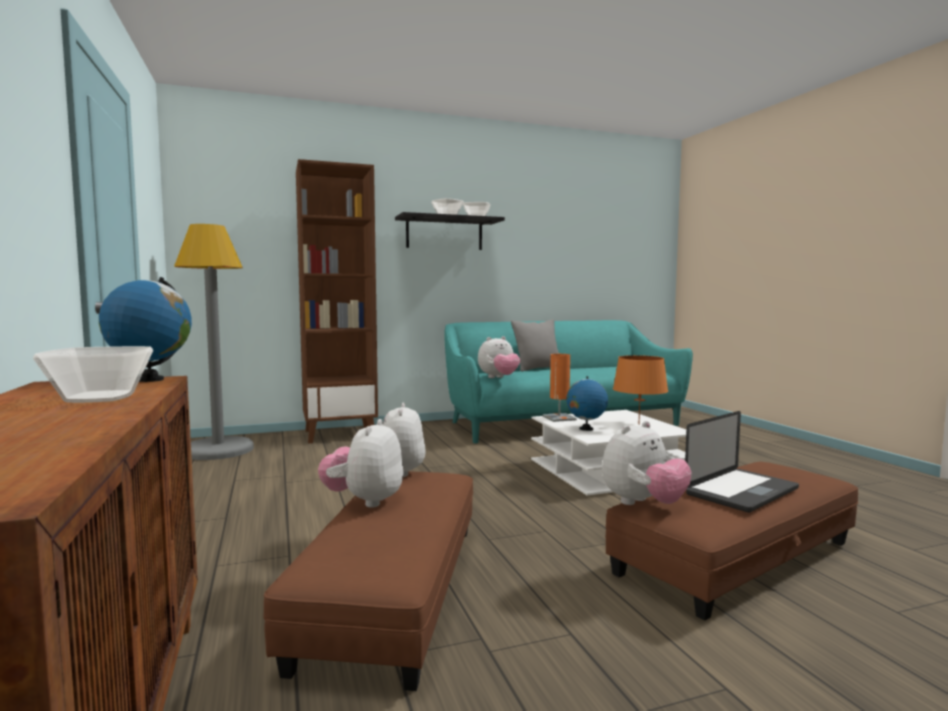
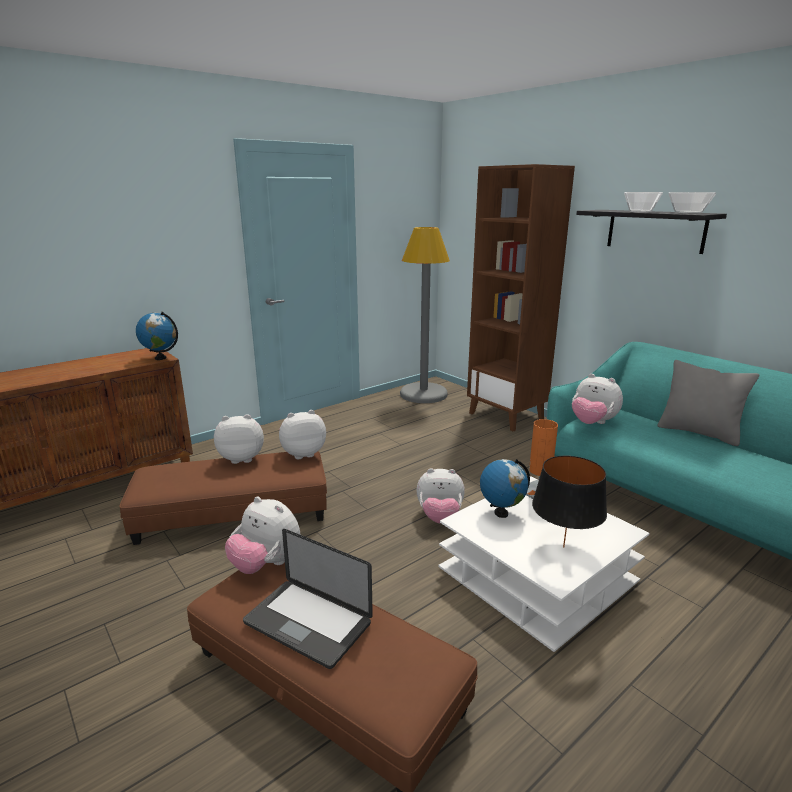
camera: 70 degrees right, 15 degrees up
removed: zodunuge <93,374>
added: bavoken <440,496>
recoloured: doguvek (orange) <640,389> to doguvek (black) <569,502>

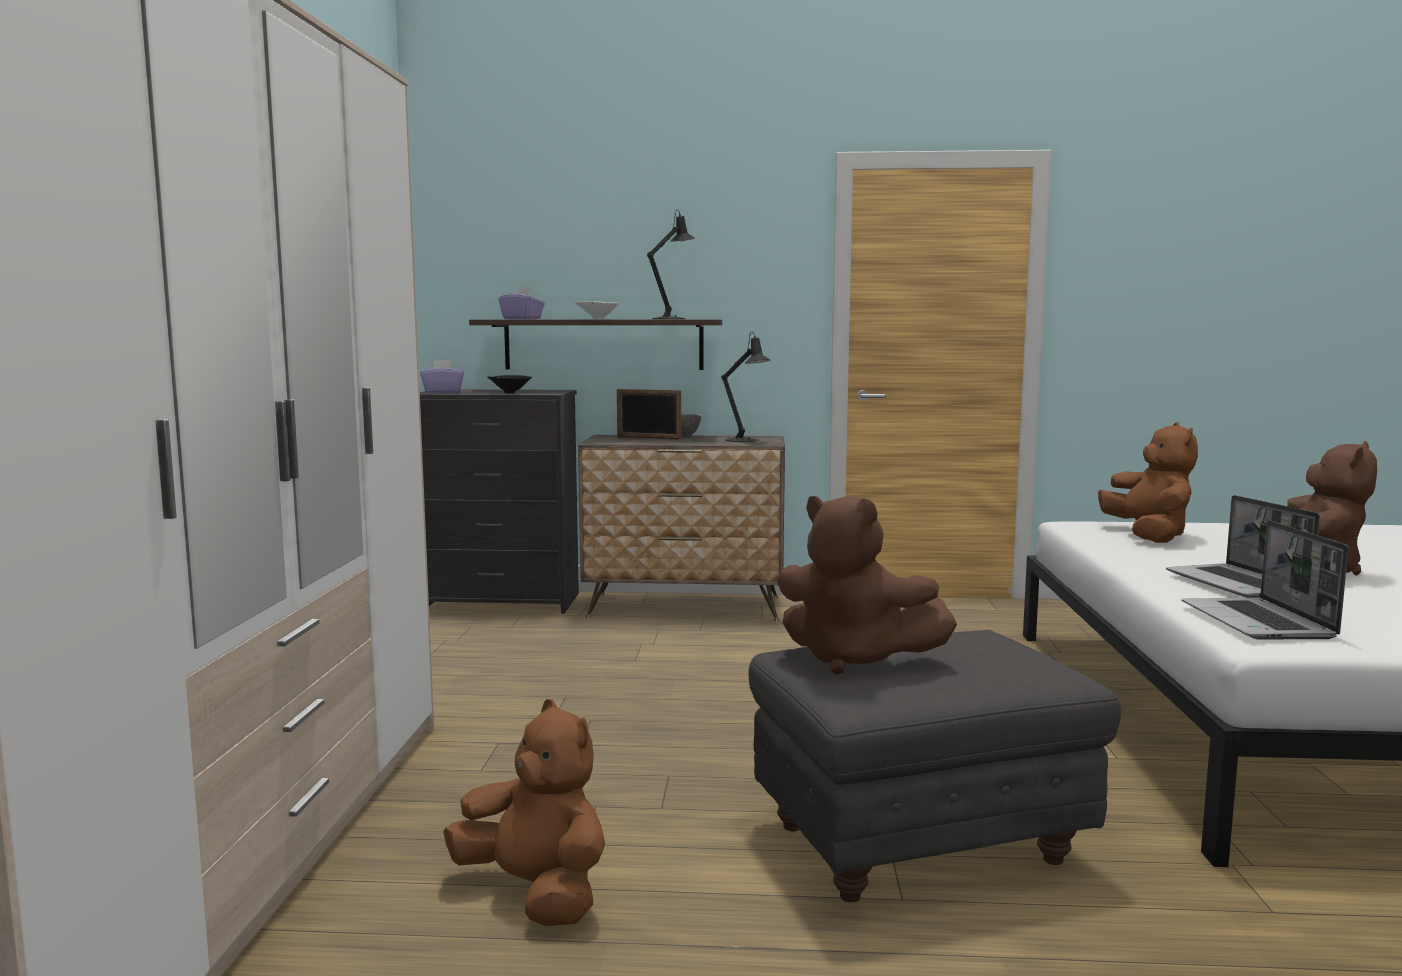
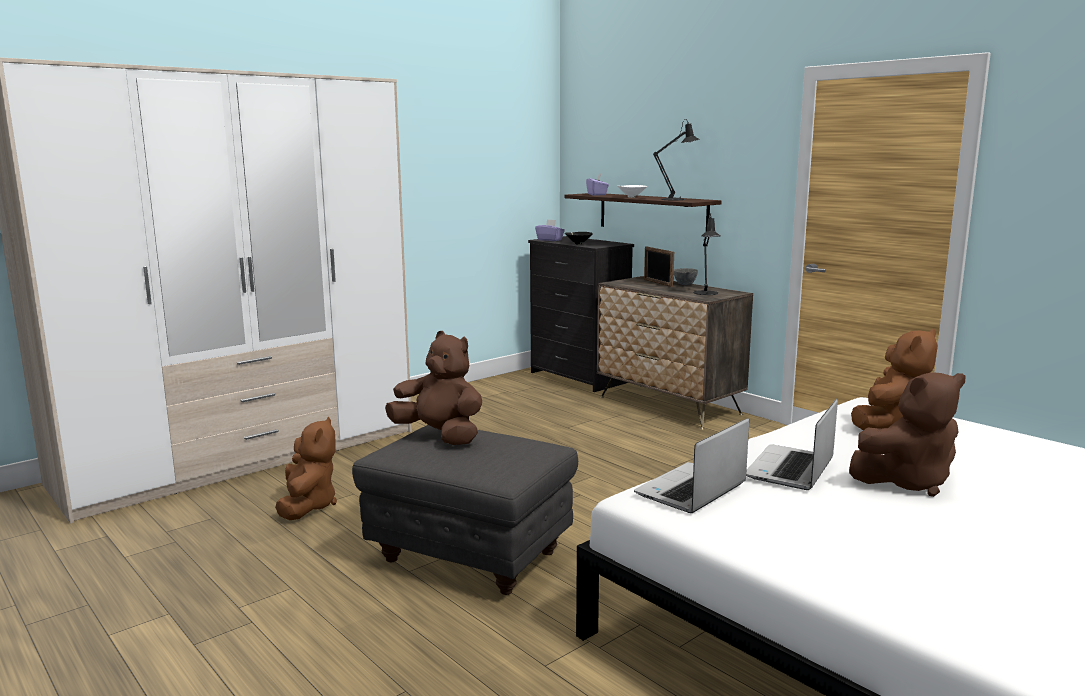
camera: 45 degrees right, 5 degrees up
turned: bavoken (brown) <867,585> = <433,388> 135 degrees clockwise

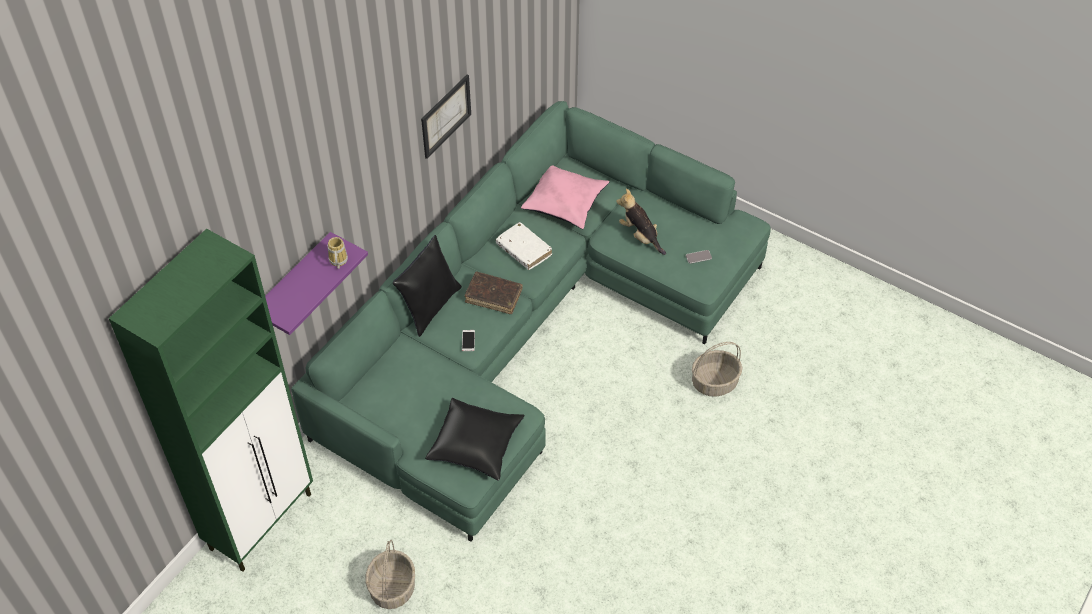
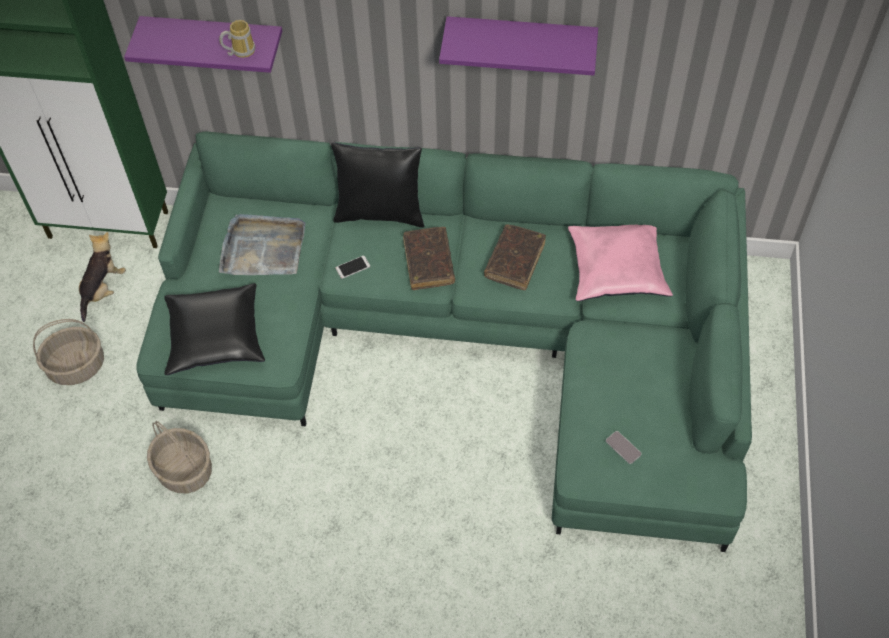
camera: 65 degrees right, 5 degrees up
added: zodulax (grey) <262,244>
moved: bavoken <641,221> to <102,277>; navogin <717,369> to <179,457>
replaced: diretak <446,117> to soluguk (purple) <518,46>
recoloured: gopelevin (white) <524,246> to gopelevin (brown) <515,257>

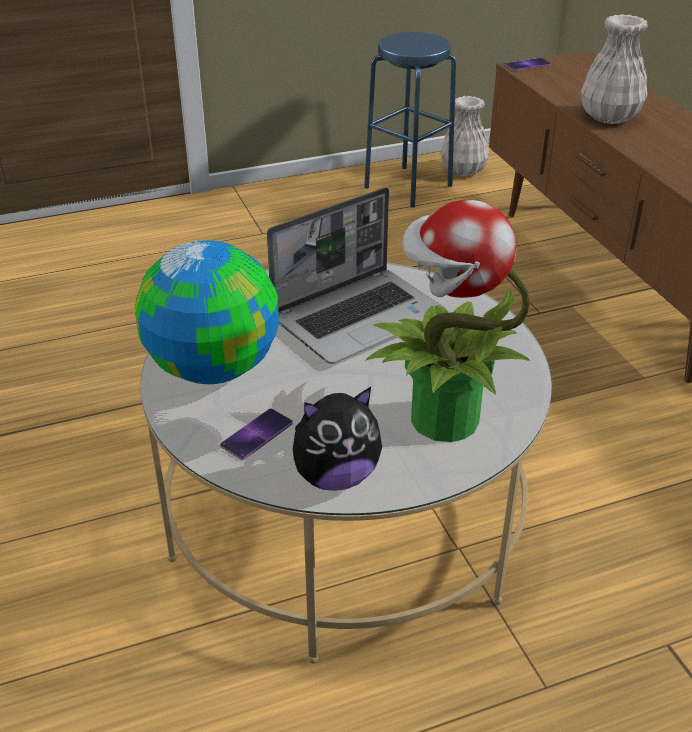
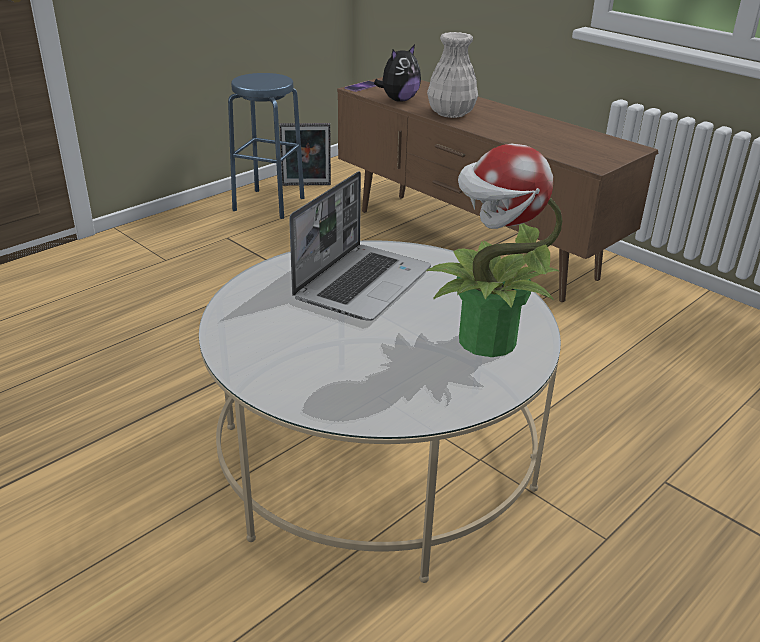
camera: 25 degrees left, 5 degrees down
removed: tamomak <206,312>; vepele <256,434>
moved: bavoken <337,439> to <397,73>
replaced: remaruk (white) <464,136> to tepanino <305,154>

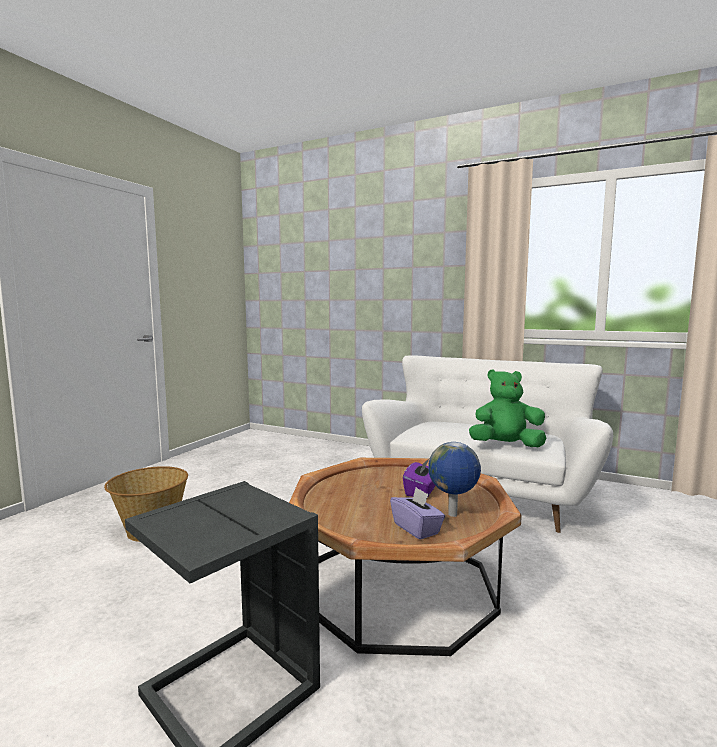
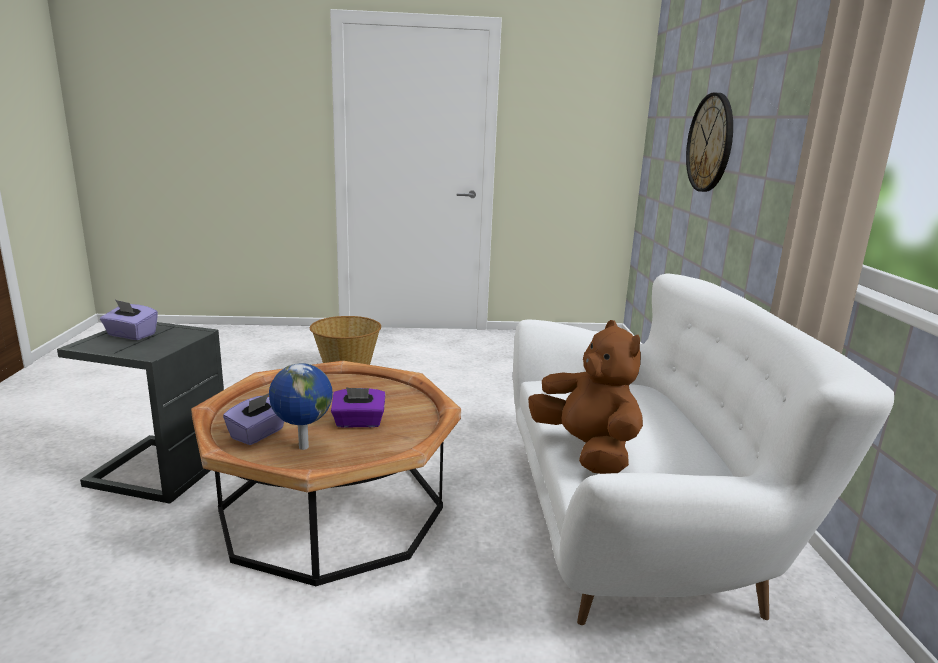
camera: 60 degrees right, 10 degrees up
added: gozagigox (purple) <129,320>; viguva <709,142>
recoloured: bavoken (green) <507,408> to bavoken (brown) <585,397>

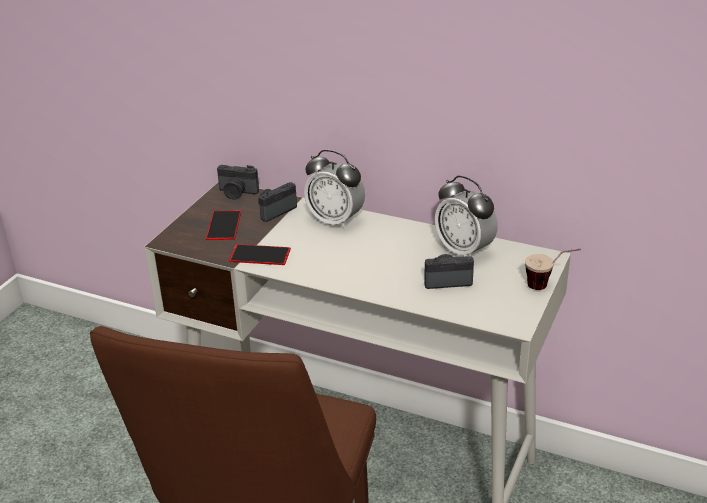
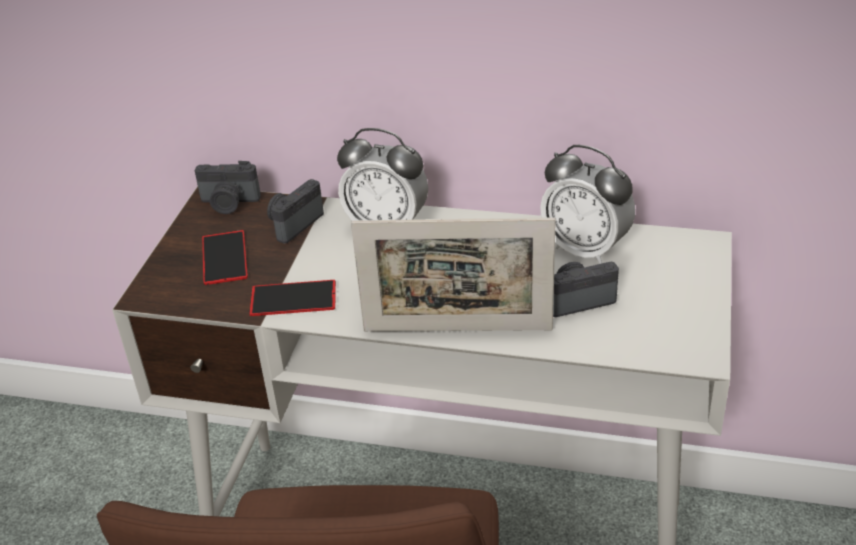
camera: 10 degrees left, 5 degrees up
removed: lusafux <553,269>
added: tepanino <453,274>

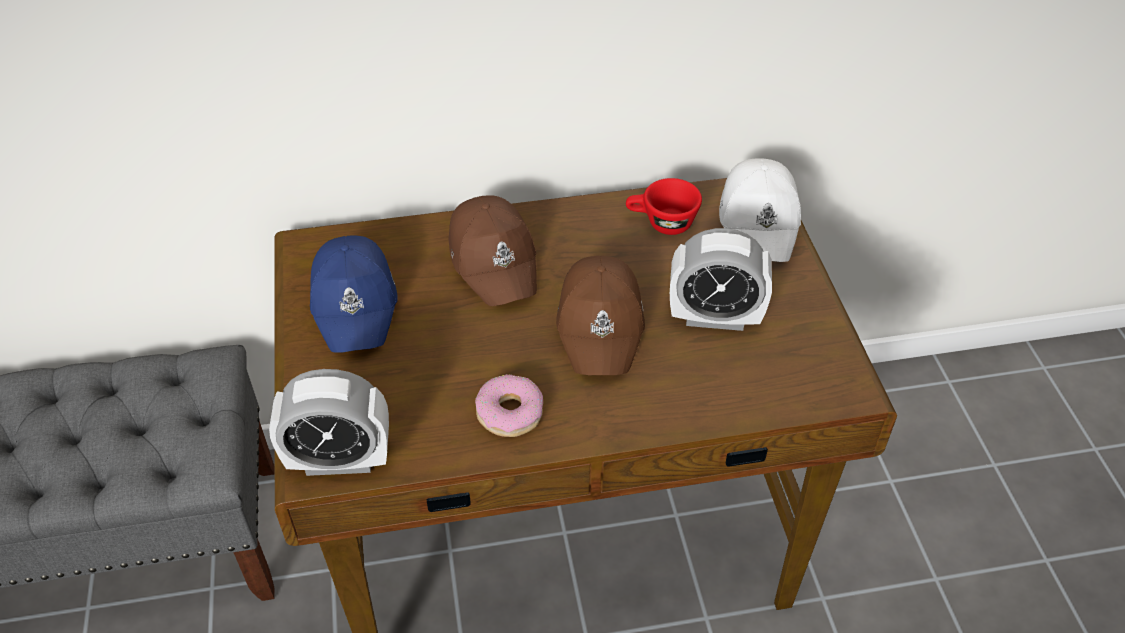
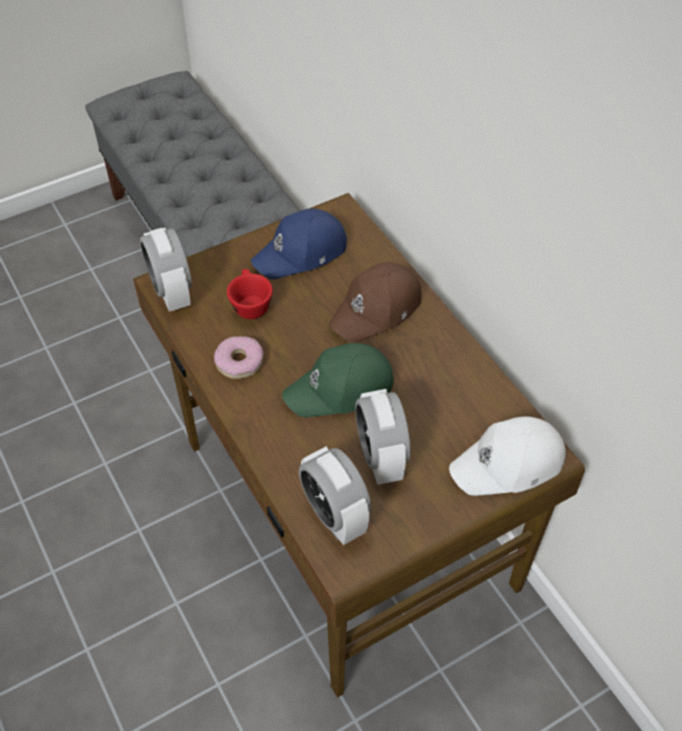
camera: 70 degrees right, 5 degrees up
added: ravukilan <335,496>
moved: lusafux (red) <664,206> to <250,294>
recoloured: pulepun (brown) <600,315> to pulepun (green) <338,380>

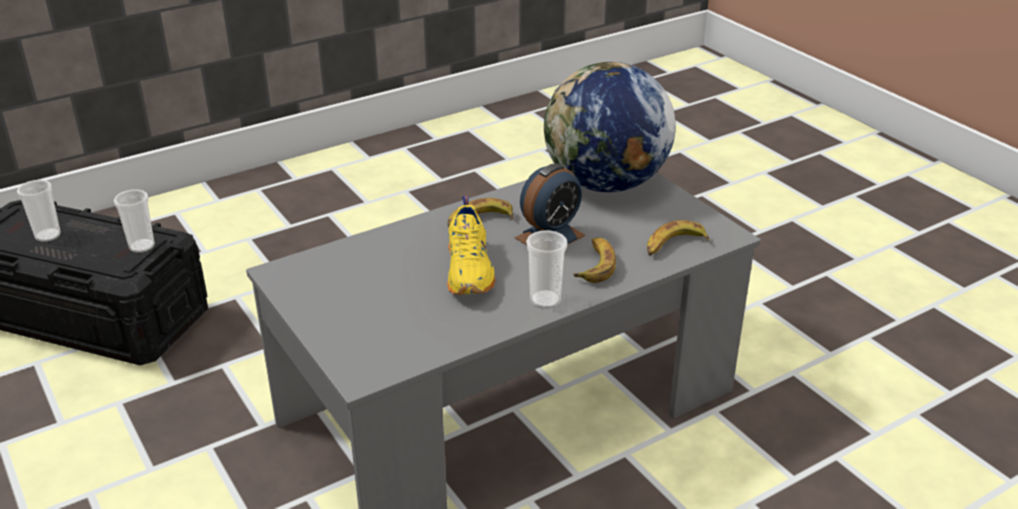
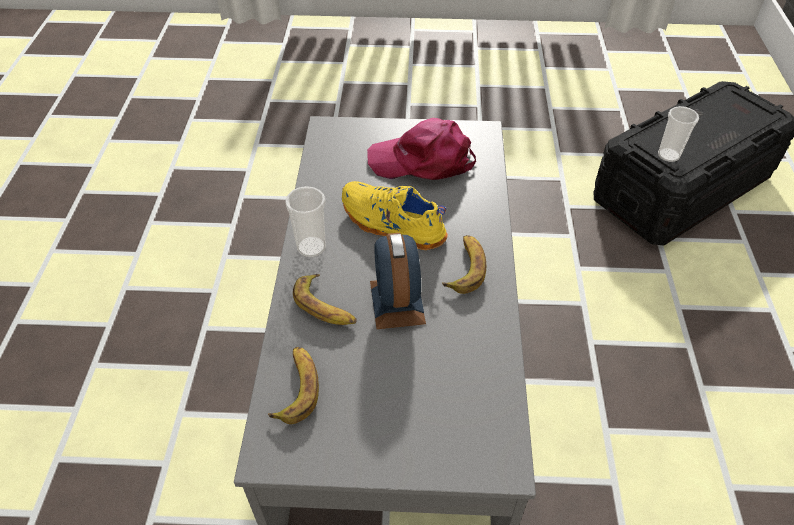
camera: 125 degrees right, 15 degrees up
removed: lusafux <39,211>; tamomak <610,127>
added: pulepun (pink) <421,149>

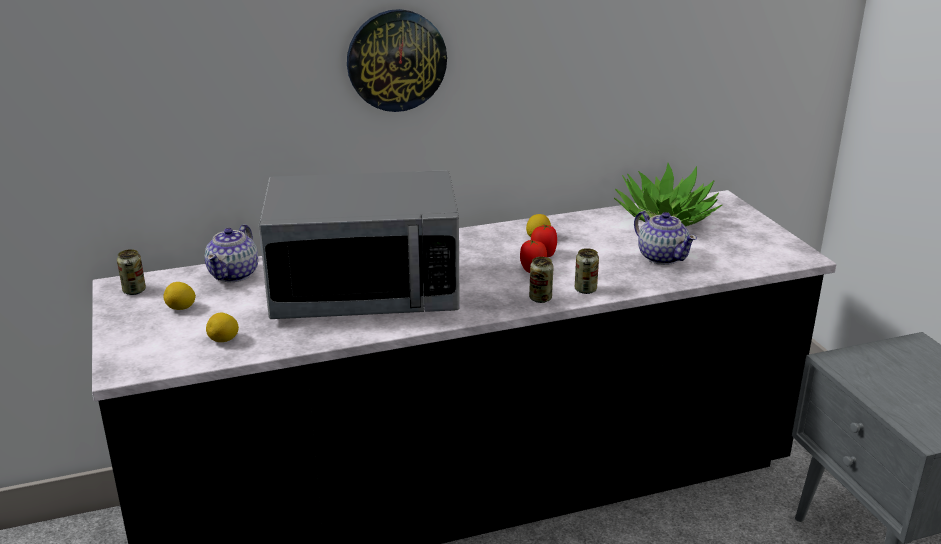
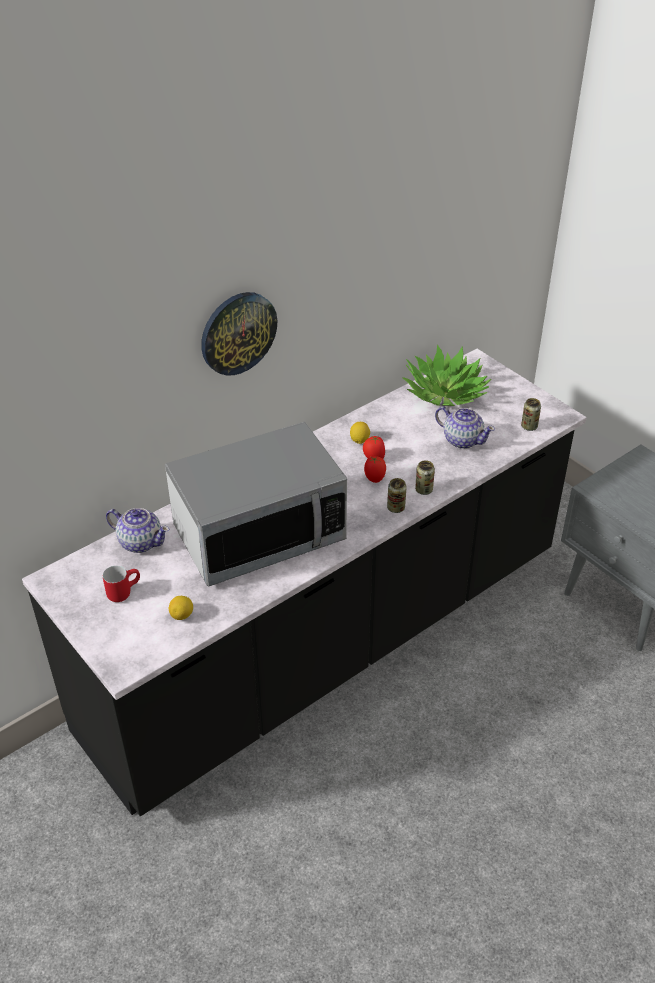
camera: 20 degrees left, 15 degrees up
moved: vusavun <131,272> to <531,414>
replaced: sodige <179,296> to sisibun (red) <121,584>
turned: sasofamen <231,253> = <137,530> 60 degrees counterclockwise

